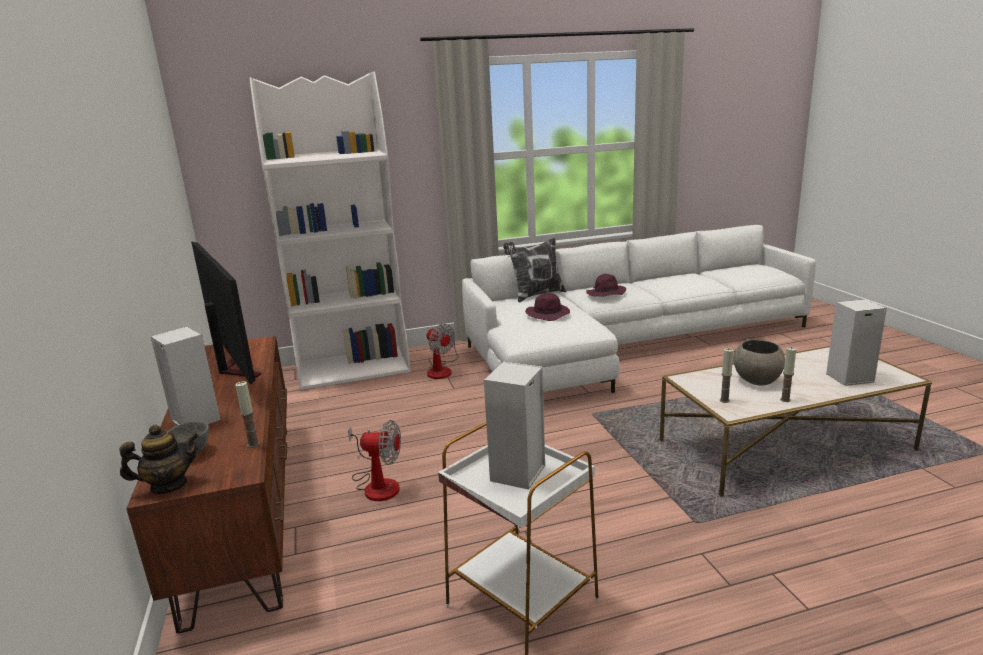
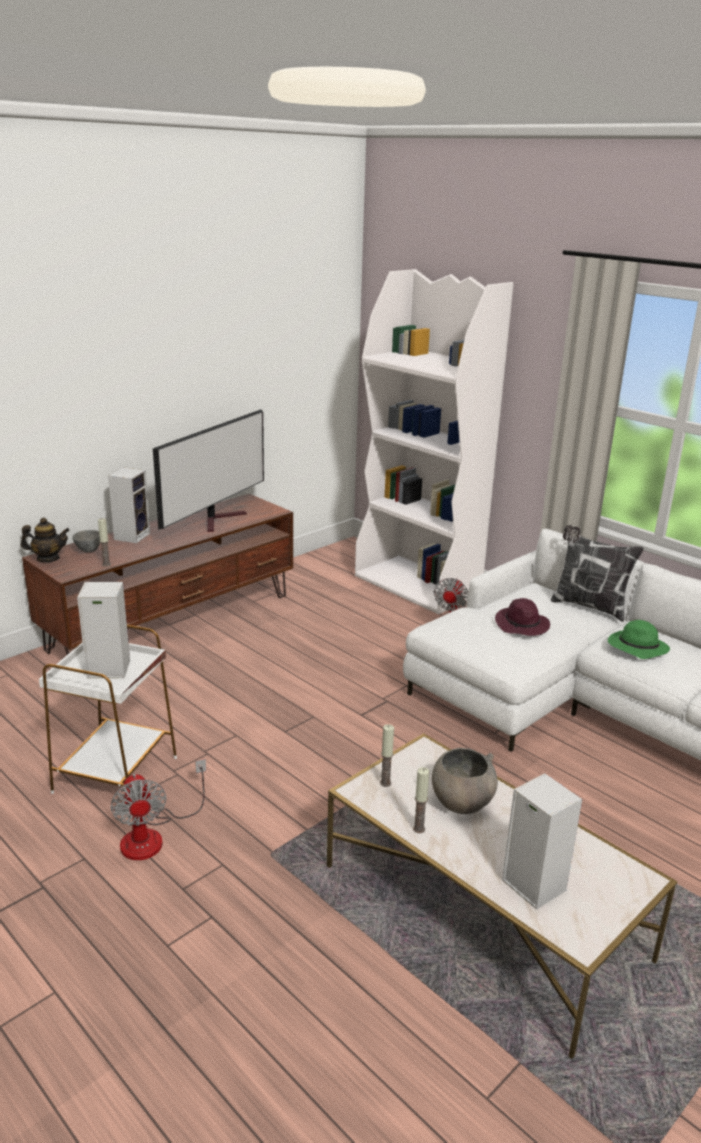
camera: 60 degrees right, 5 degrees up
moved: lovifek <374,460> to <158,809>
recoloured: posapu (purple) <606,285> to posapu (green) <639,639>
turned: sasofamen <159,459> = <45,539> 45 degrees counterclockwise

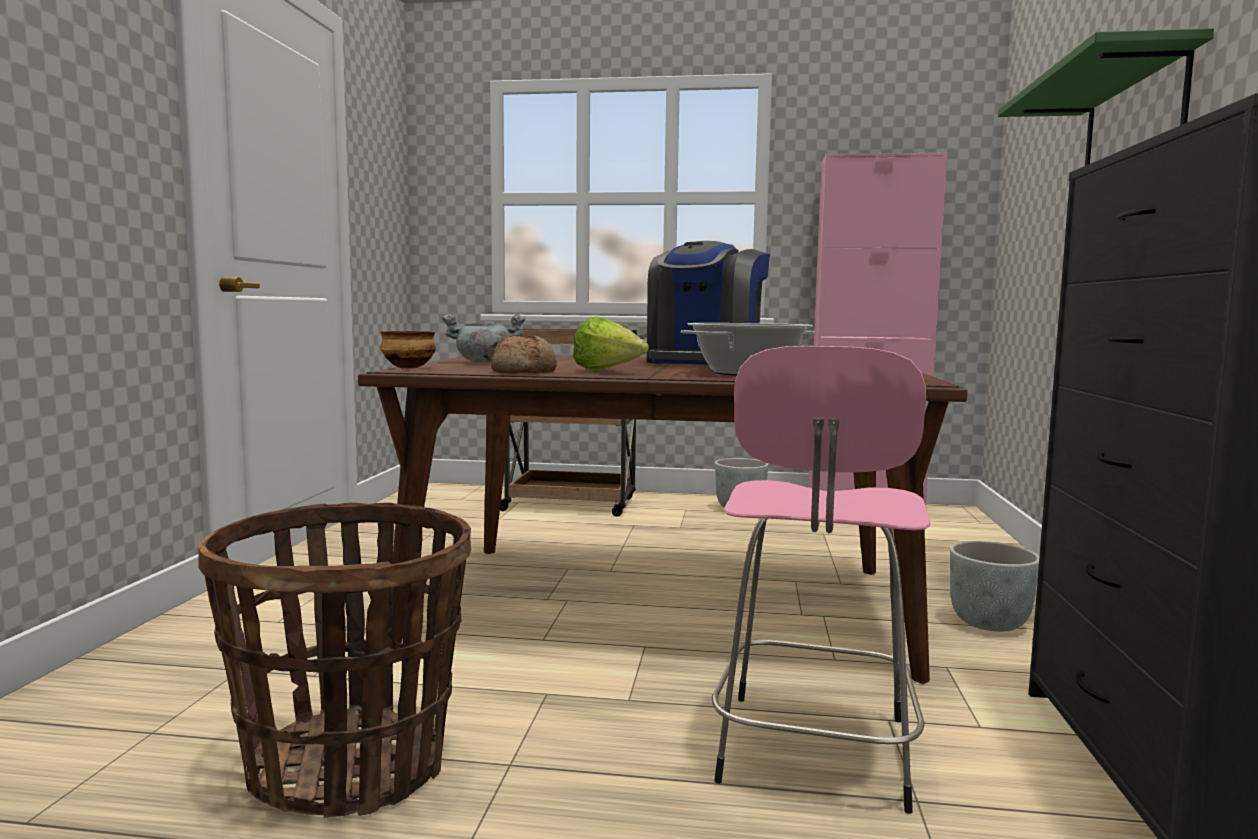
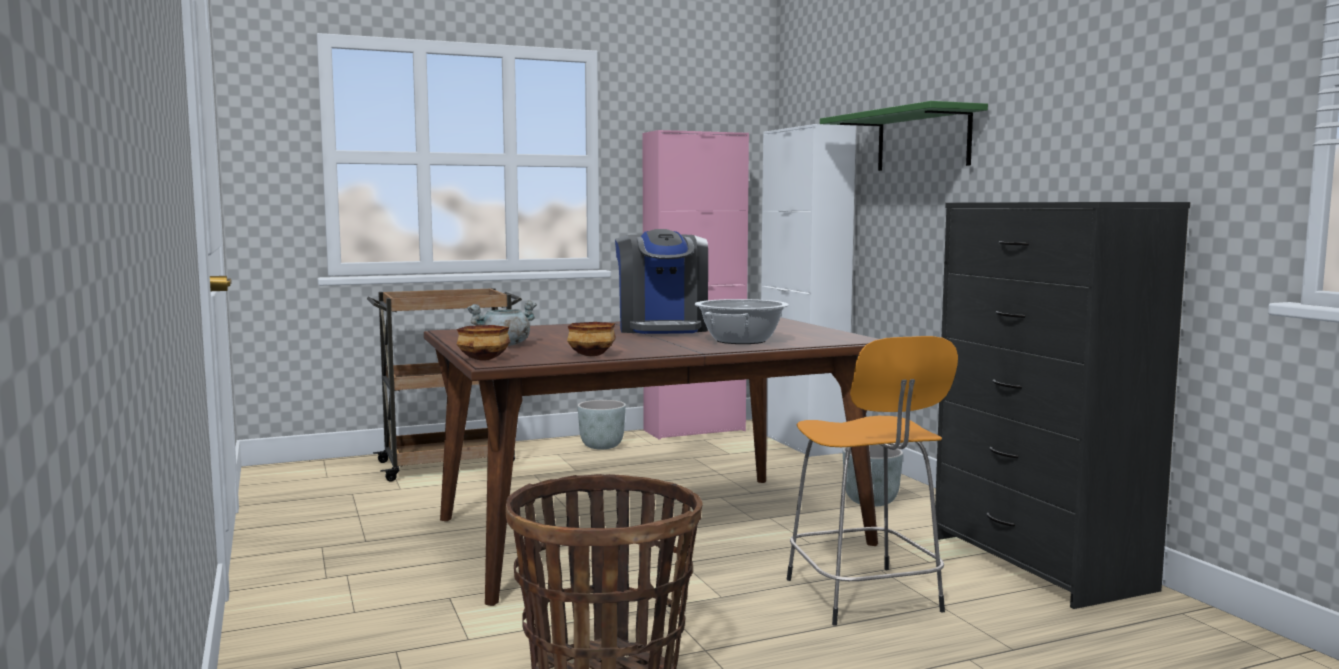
camera: 30 degrees left, 0 degrees up
removed: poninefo <611,343>
added: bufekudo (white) <808,290>
replaced: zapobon <524,354> to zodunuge <591,339>
recoloured: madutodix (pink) <821,580> to madutodix (orange) <872,481>

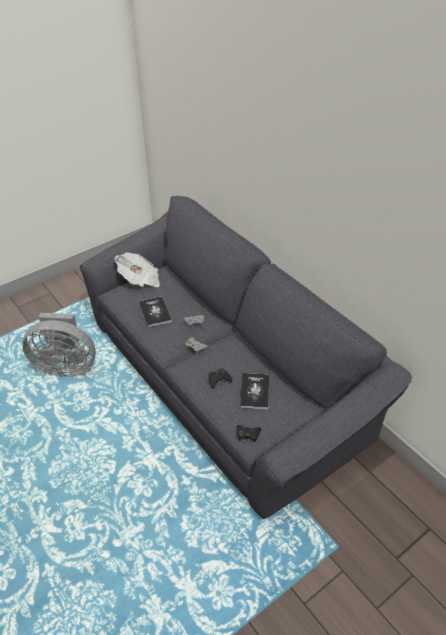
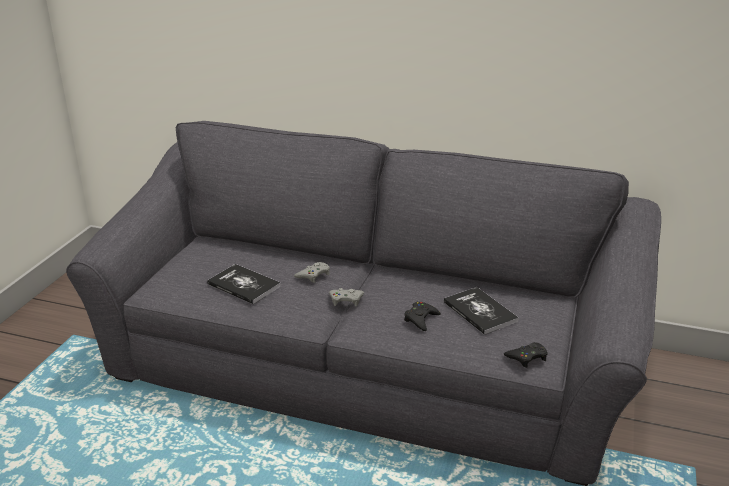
camera: 35 degrees left, 15 degrees down
removed: lovifek (grey) <59,345>; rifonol <137,269>

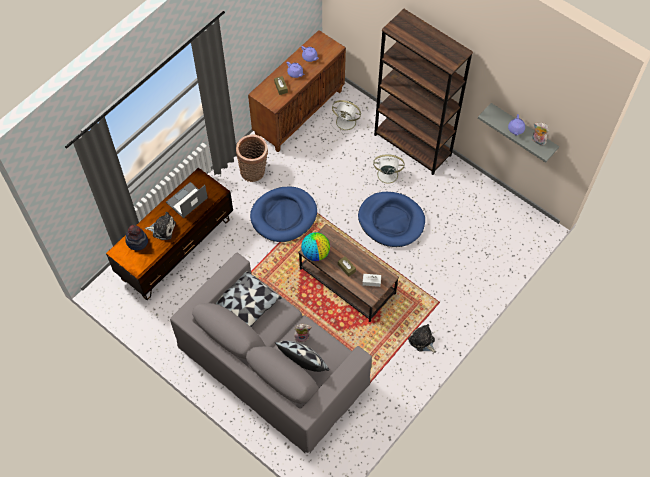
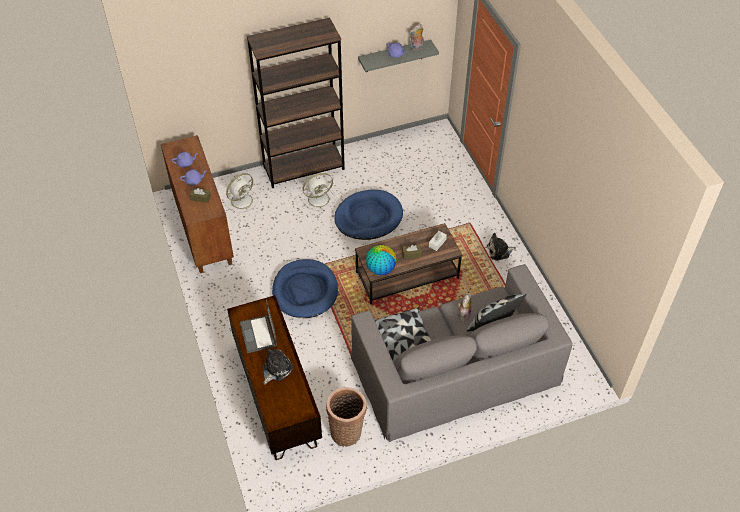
camera: 60 degrees left, 10 degrees down
removed: posapu <136,238>
moved: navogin <252,158> to <346,416>
turned: lovifek (white) <388,170> = <318,192> 150 degrees counterclockwise

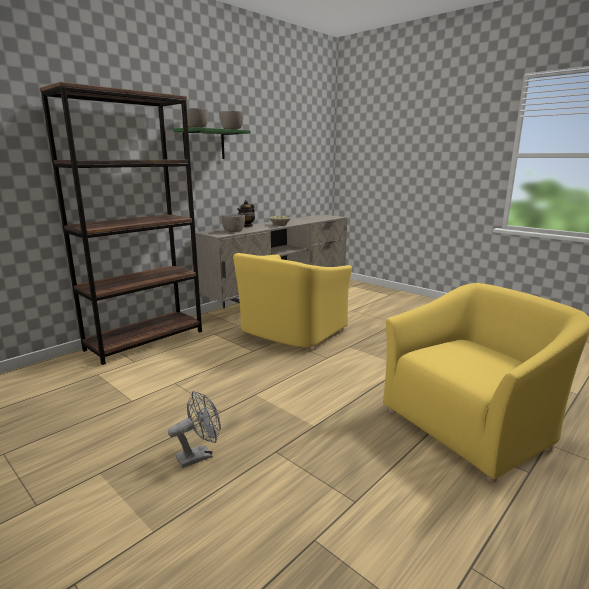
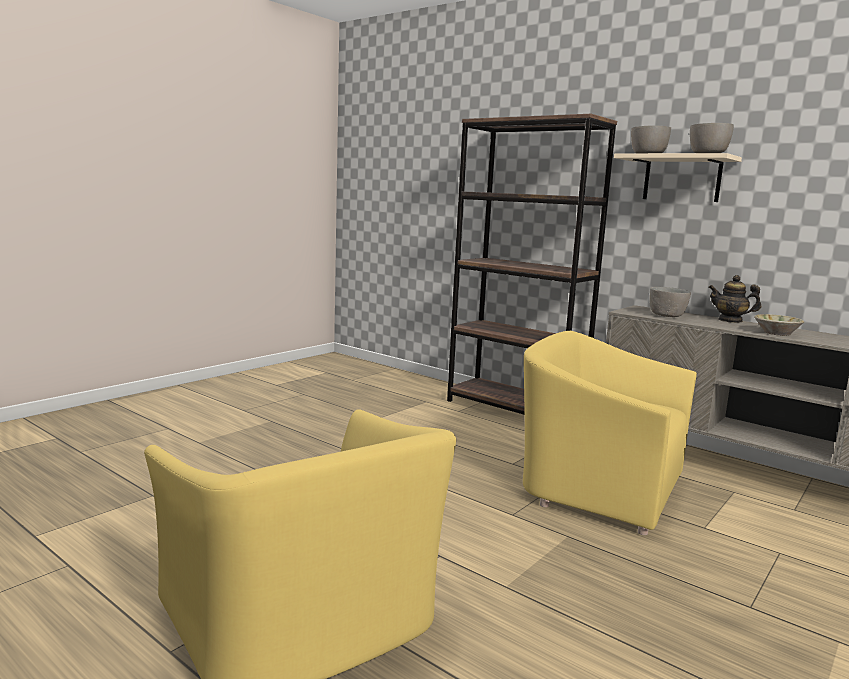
camera: 85 degrees right, 5 degrees down
removed: lovifek (grey) <194,429>
recoloured: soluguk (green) <212,143> to soluguk (beige) <678,177>

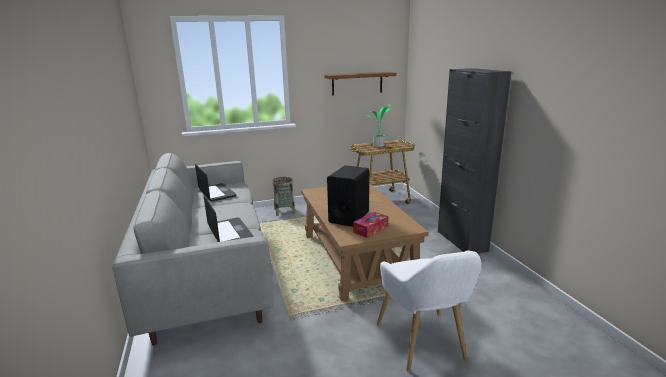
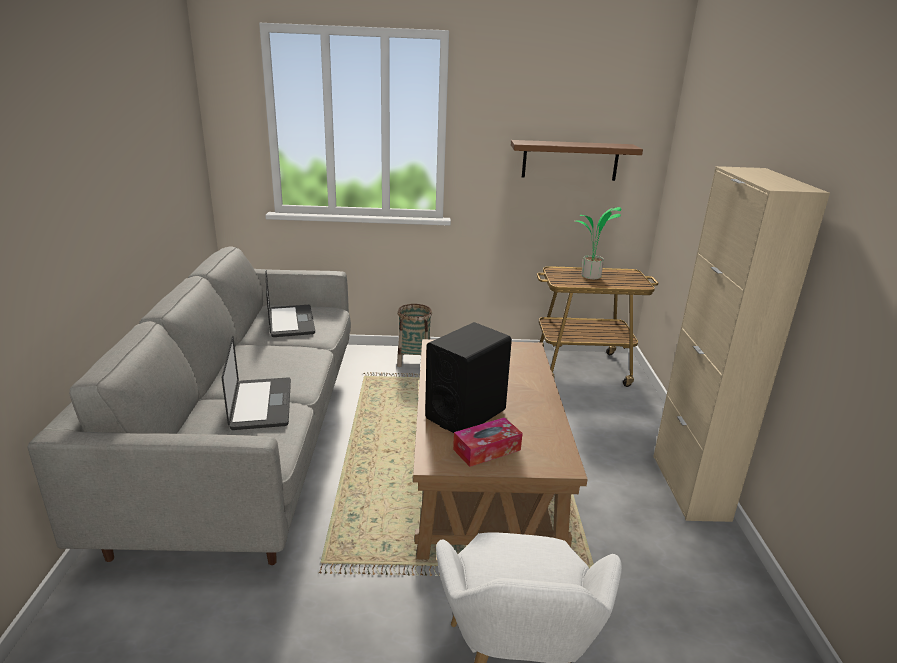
camera: 15 degrees right, 5 degrees up
recoloured: bufekudo (black) <474,161> to bufekudo (beige) <741,344>

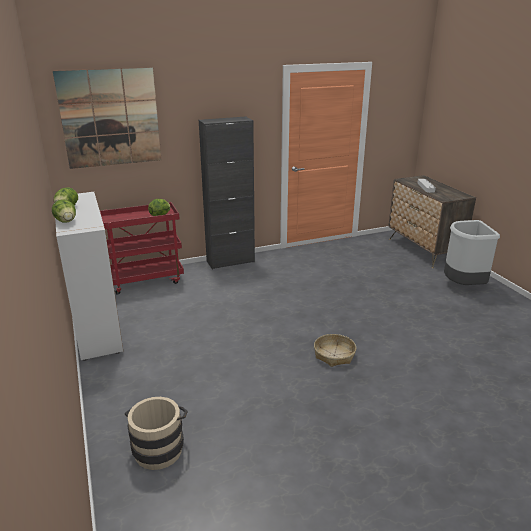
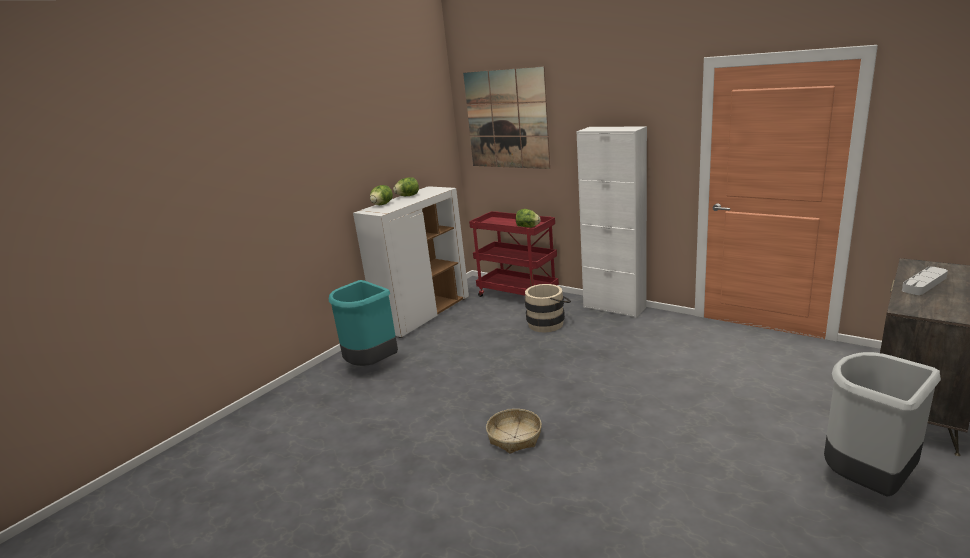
camera: 60 degrees right, 5 degrees down
added: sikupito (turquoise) <363,323>
moved: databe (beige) <156,433> to <548,308>
recoloured: bufekudo (black) <227,193> to bufekudo (white) <612,222>

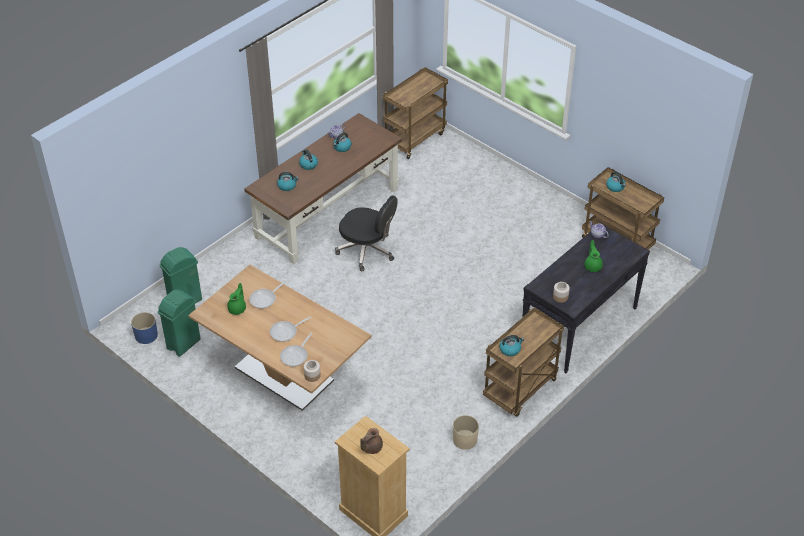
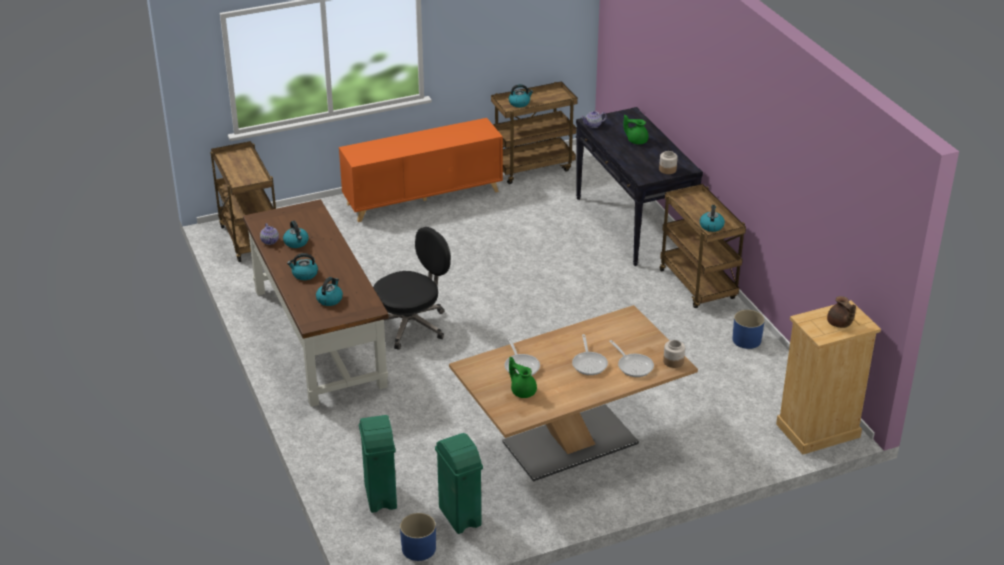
camera: 65 degrees left, 10 degrees down
added: bufekudo (orange) <421,170>
recoloured: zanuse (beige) <466,432> to zanuse (blue) <748,329>

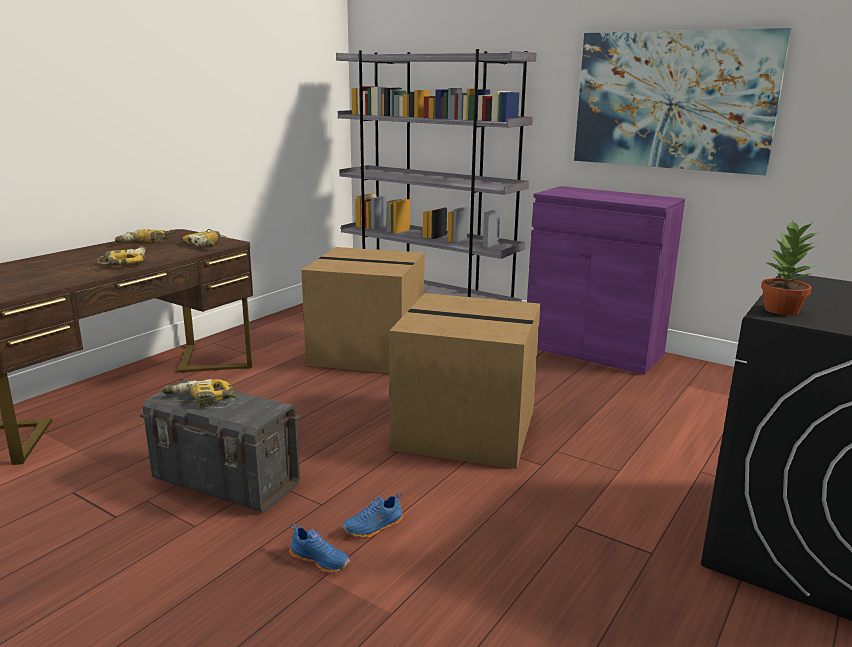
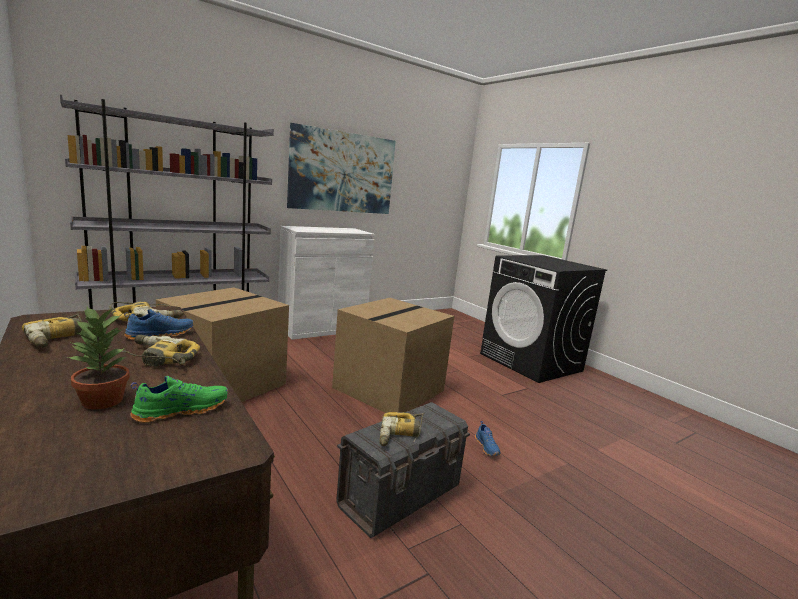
camera: 70 degrees left, 5 degrees down
added: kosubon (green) <179,399>
moved: kosubon (blue) <319,548> to <159,324>; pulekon <790,267> to <98,358>
recoloured: bufekudo (purple) <606,280> to bufekudo (white) <326,283>

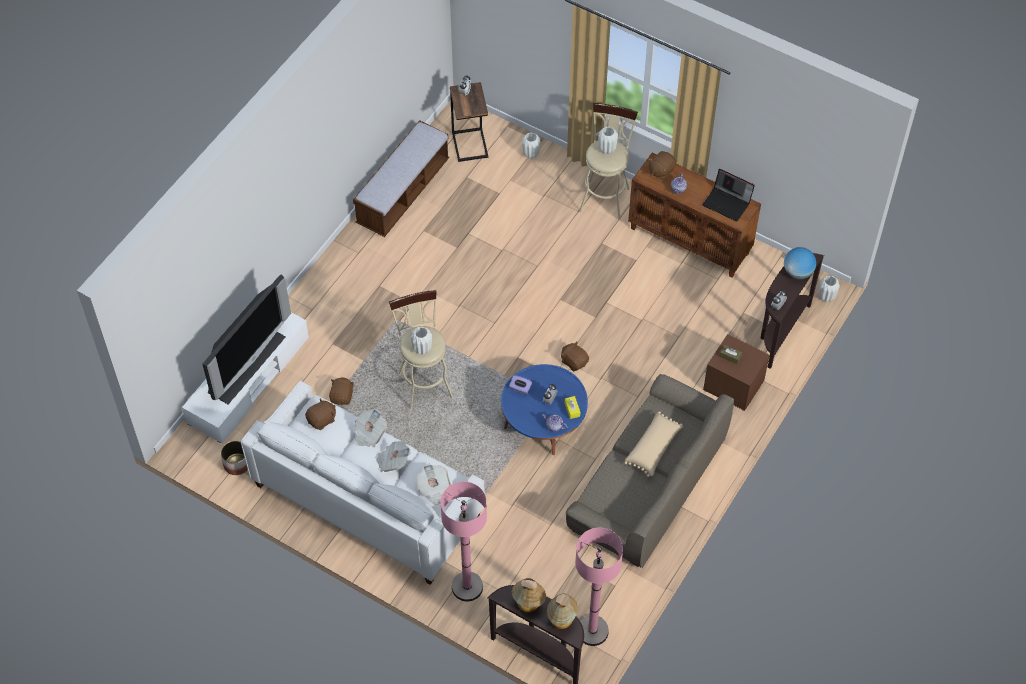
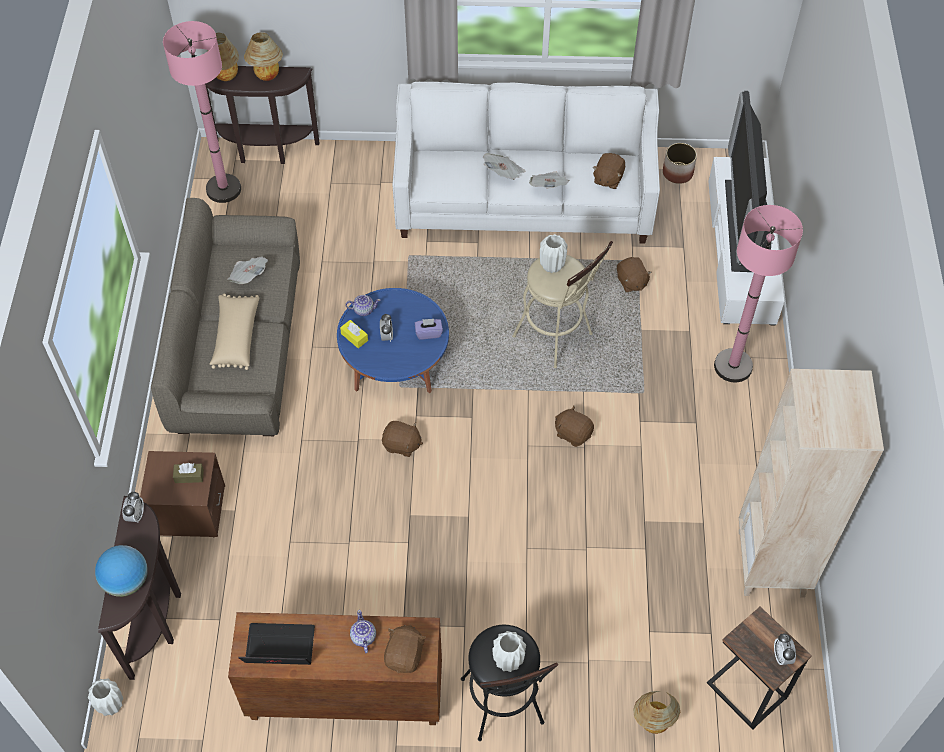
camera: 150 degrees right, 0 degrees up
added: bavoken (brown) <574,426>
moved: rifonol <434,484> to <247,270>; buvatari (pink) <464,542> to <758,293>
replaced: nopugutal <401,178> to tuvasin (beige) <811,483>; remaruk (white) <531,145> to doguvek <656,712>
recoloured: madutodix (beige) <608,161> to madutodix (black) <509,683>

